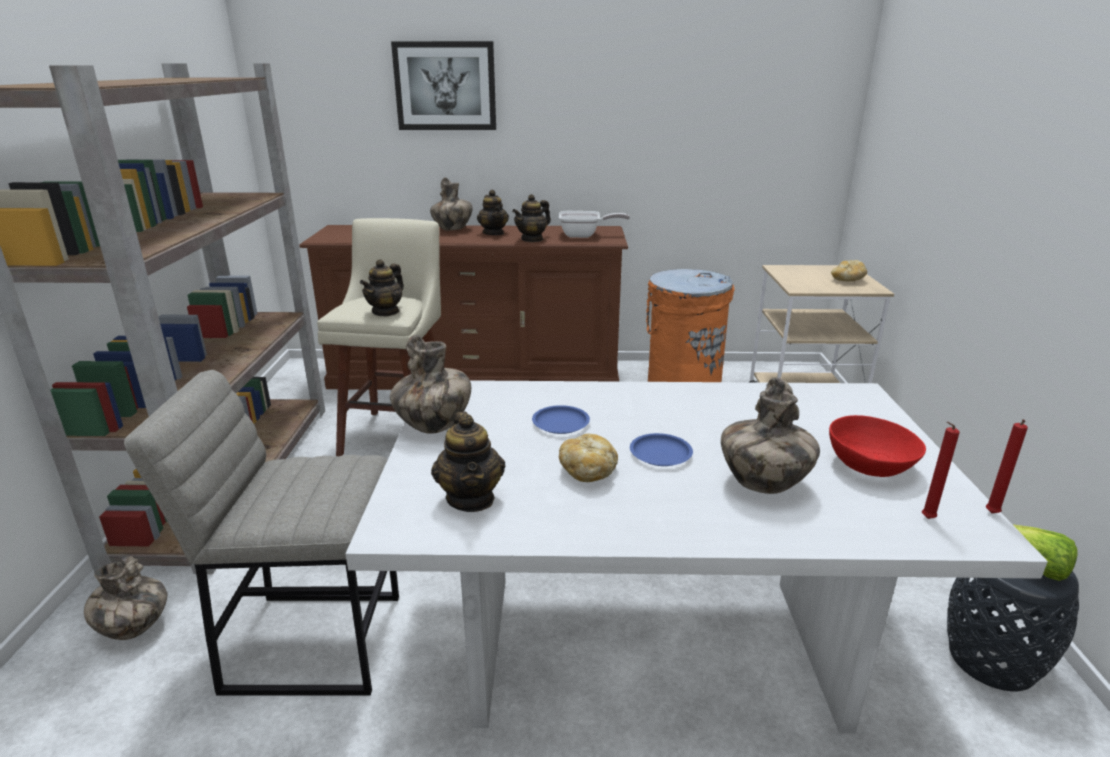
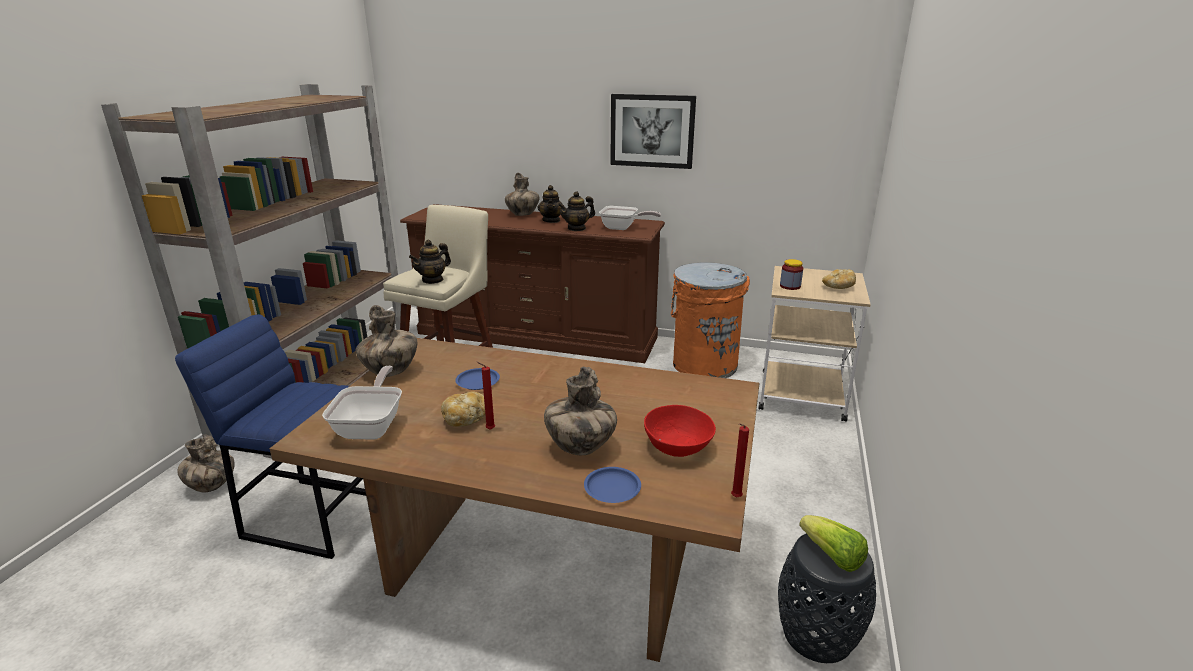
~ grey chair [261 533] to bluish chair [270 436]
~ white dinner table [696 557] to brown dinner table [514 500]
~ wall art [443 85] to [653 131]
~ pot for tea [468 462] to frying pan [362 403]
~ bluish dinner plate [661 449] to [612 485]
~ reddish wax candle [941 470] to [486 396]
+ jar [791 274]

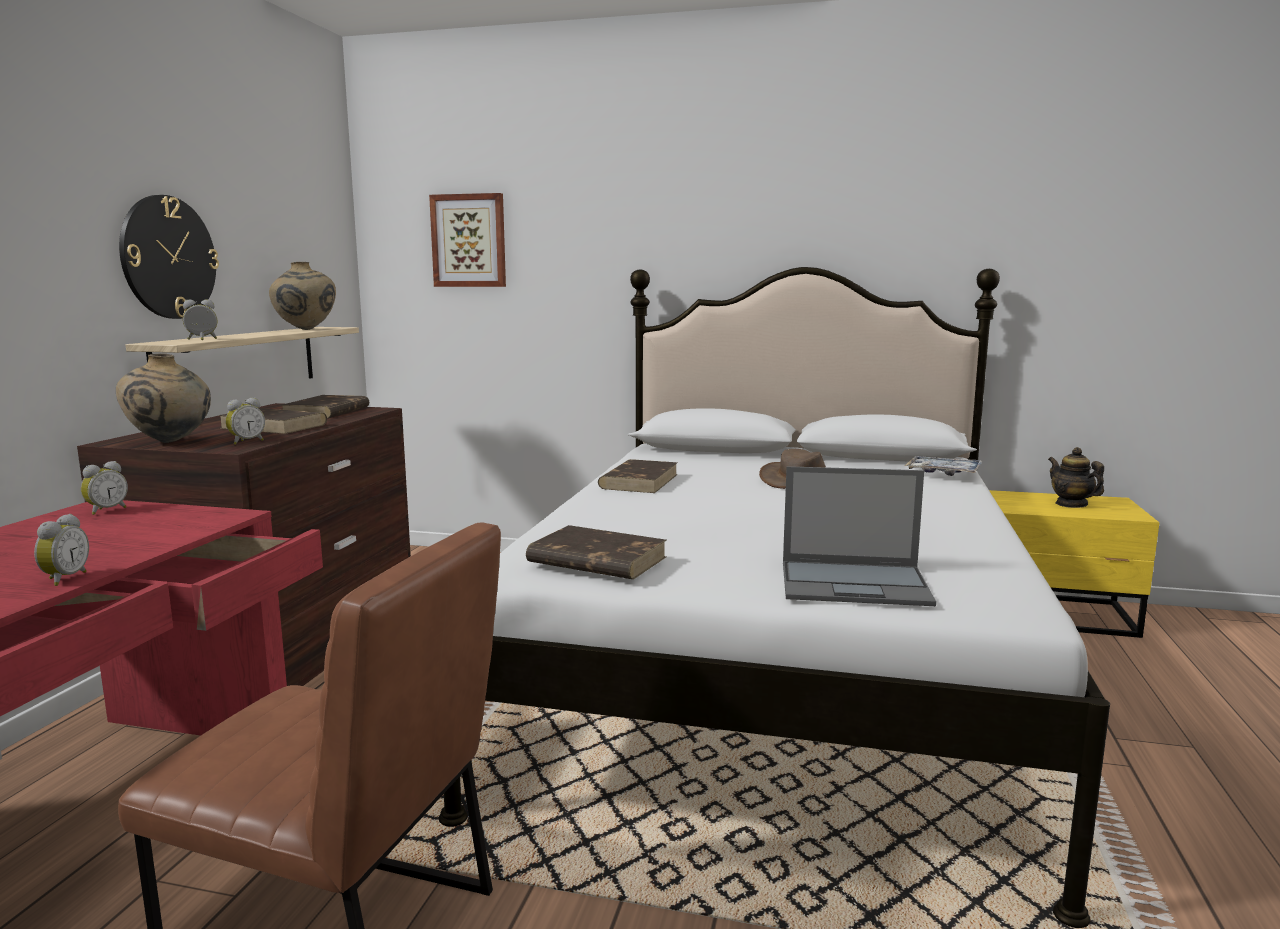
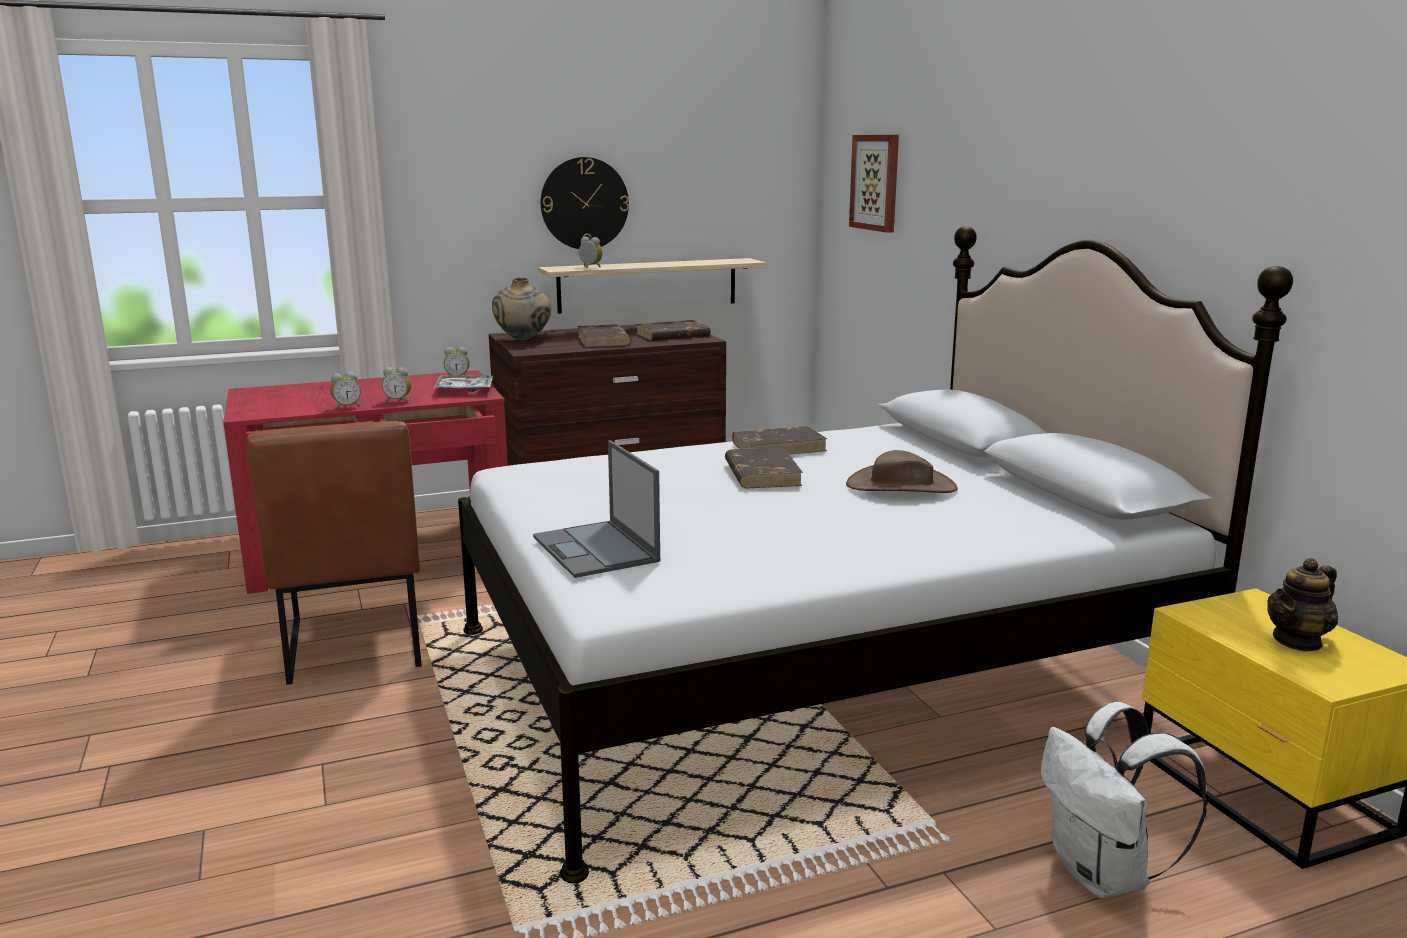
~ alarm clock [245 421] to [396 384]
- beige-coloured vase [302 296]
~ brown bound book [596 552] to [764 467]
~ tray [944 466] to [463 383]
~ pot for tea [1076 477] = [1302 605] 150 degrees counterclockwise
+ white backpack [1124 800]

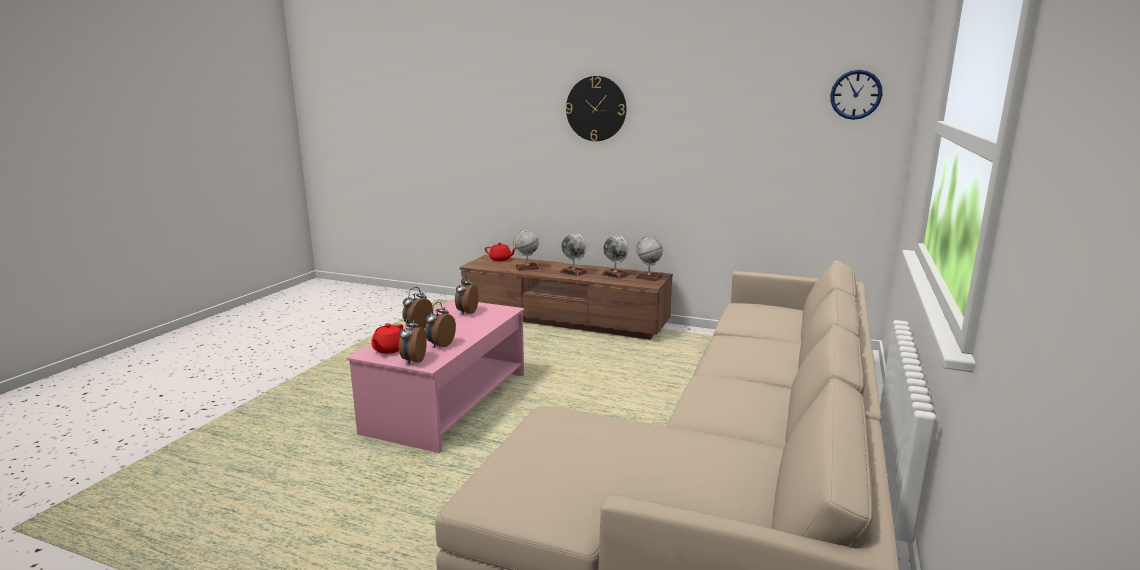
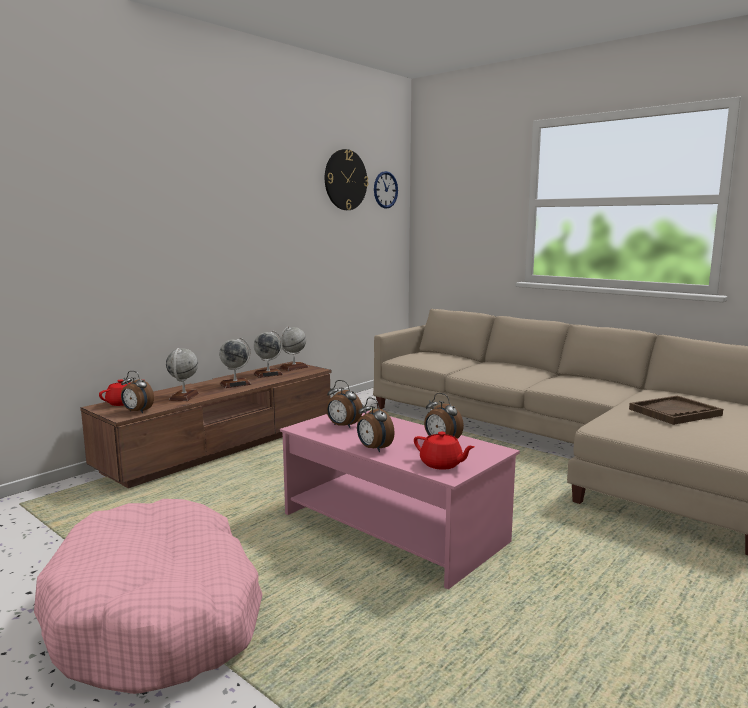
~ alarm clock [413 339] to [137 392]
~ wall clock [596 108] to [346 179]
+ pink dog bed [148 596]
+ brown tray [676 410]

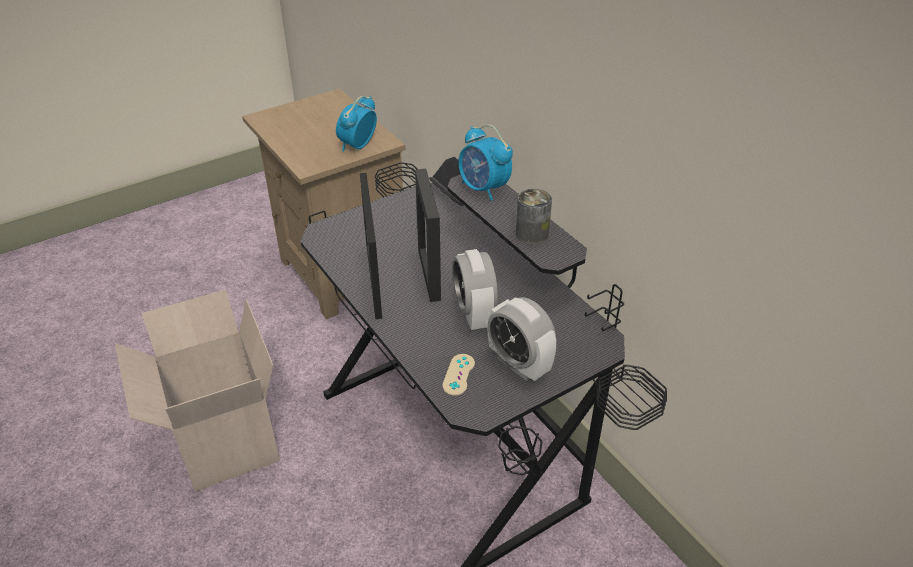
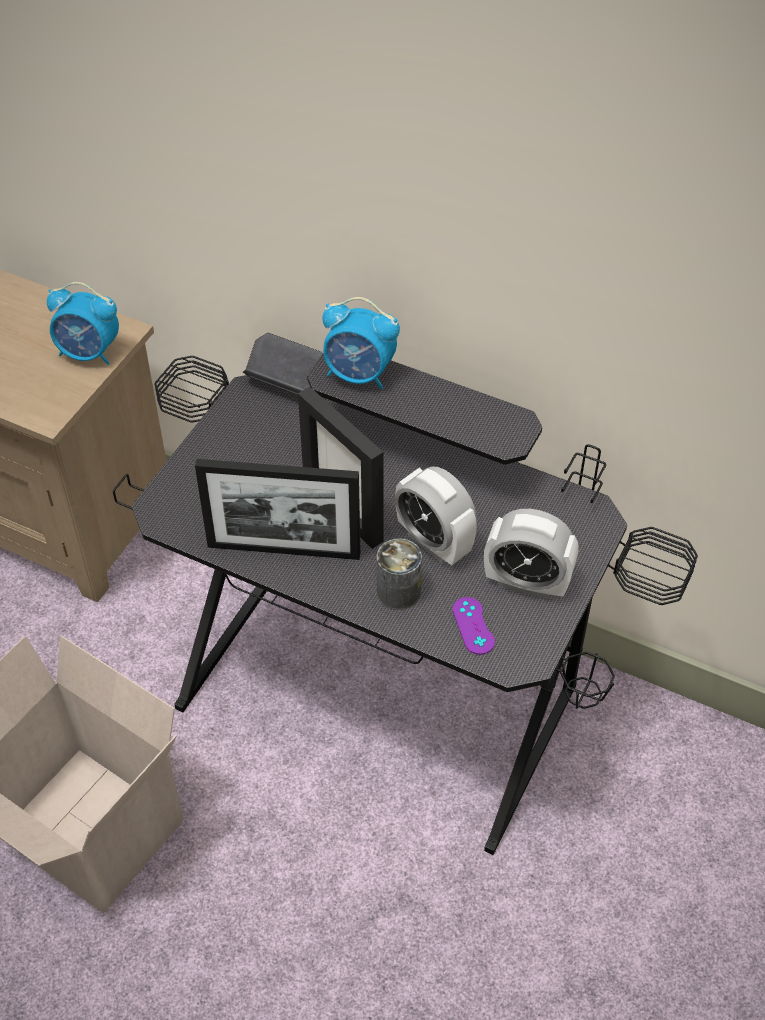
~ alarm clock [356 124] = [83 323] 75 degrees counterclockwise
~ picture frame [371 246] = [277 509] 45 degrees counterclockwise
~ beige-coloured joypad [458 375] to purple-coloured joypad [473 626]
~ sealed can [534 216] to [399 574]

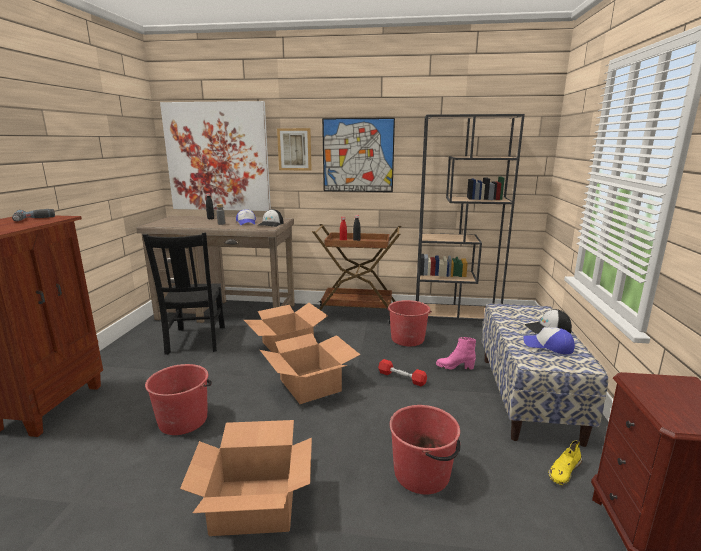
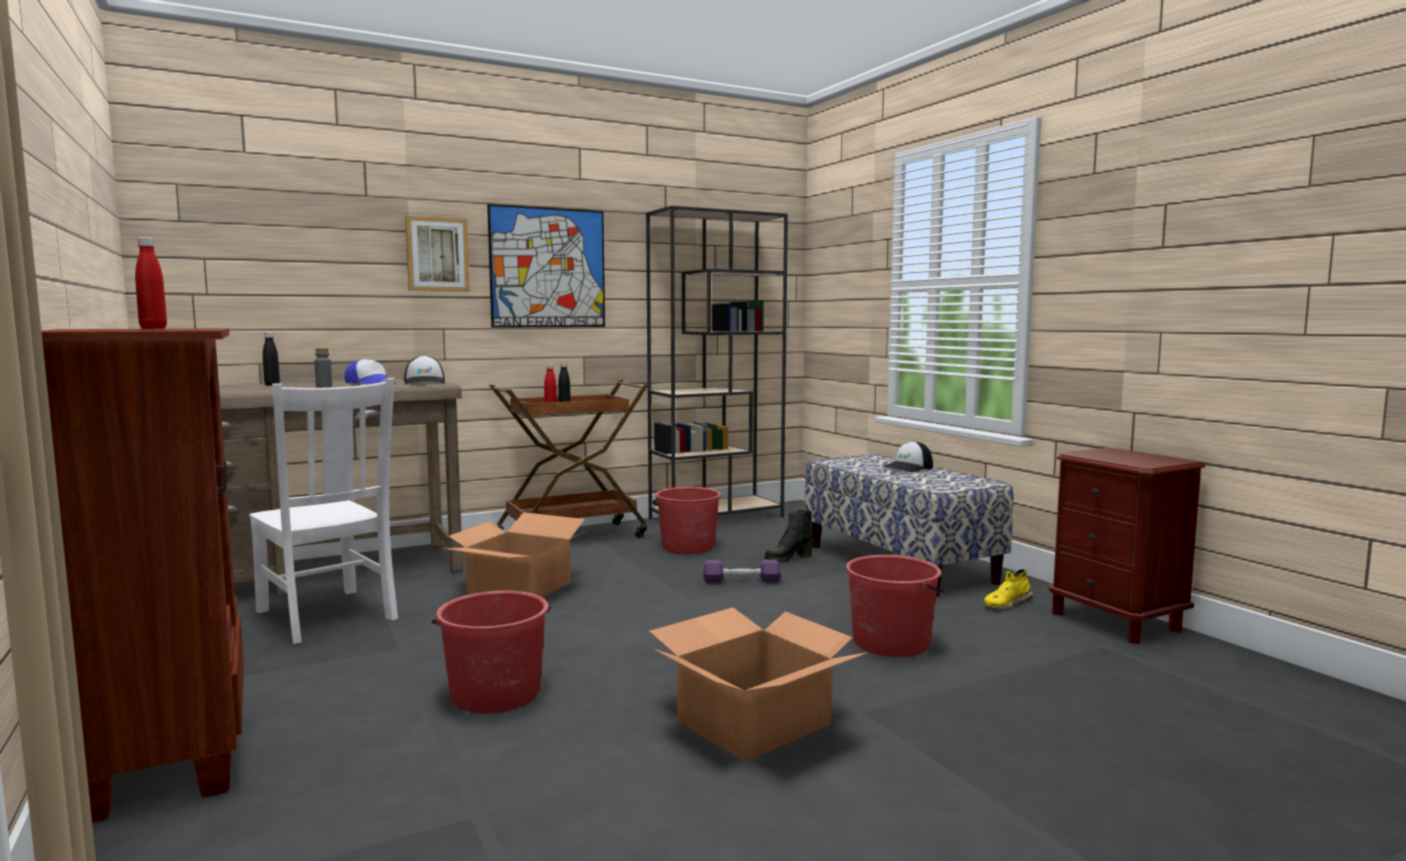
~ drill [33 215] to reddish bottle [151 283]
~ black-coloured chair [184 293] to white chair [323 511]
- wall art [215 156]
- cardboard box [310 368]
~ reddish dumbbell [402 372] to purple-coloured dumbbell [742 571]
~ pink high-top boot [456 353] to black-coloured high-top boot [789 536]
- cap [549 340]
~ yellowish shoe [565 462] = [1008 588] 45 degrees clockwise

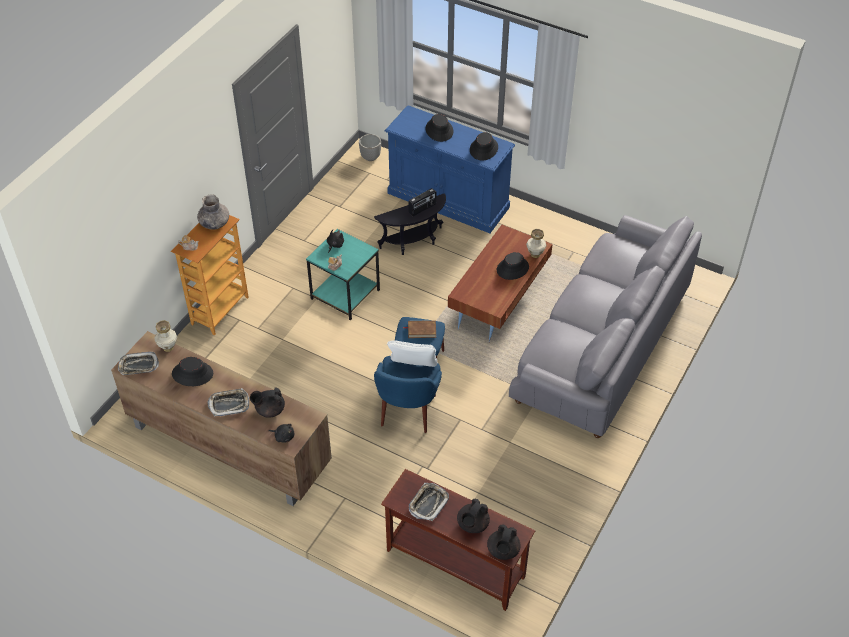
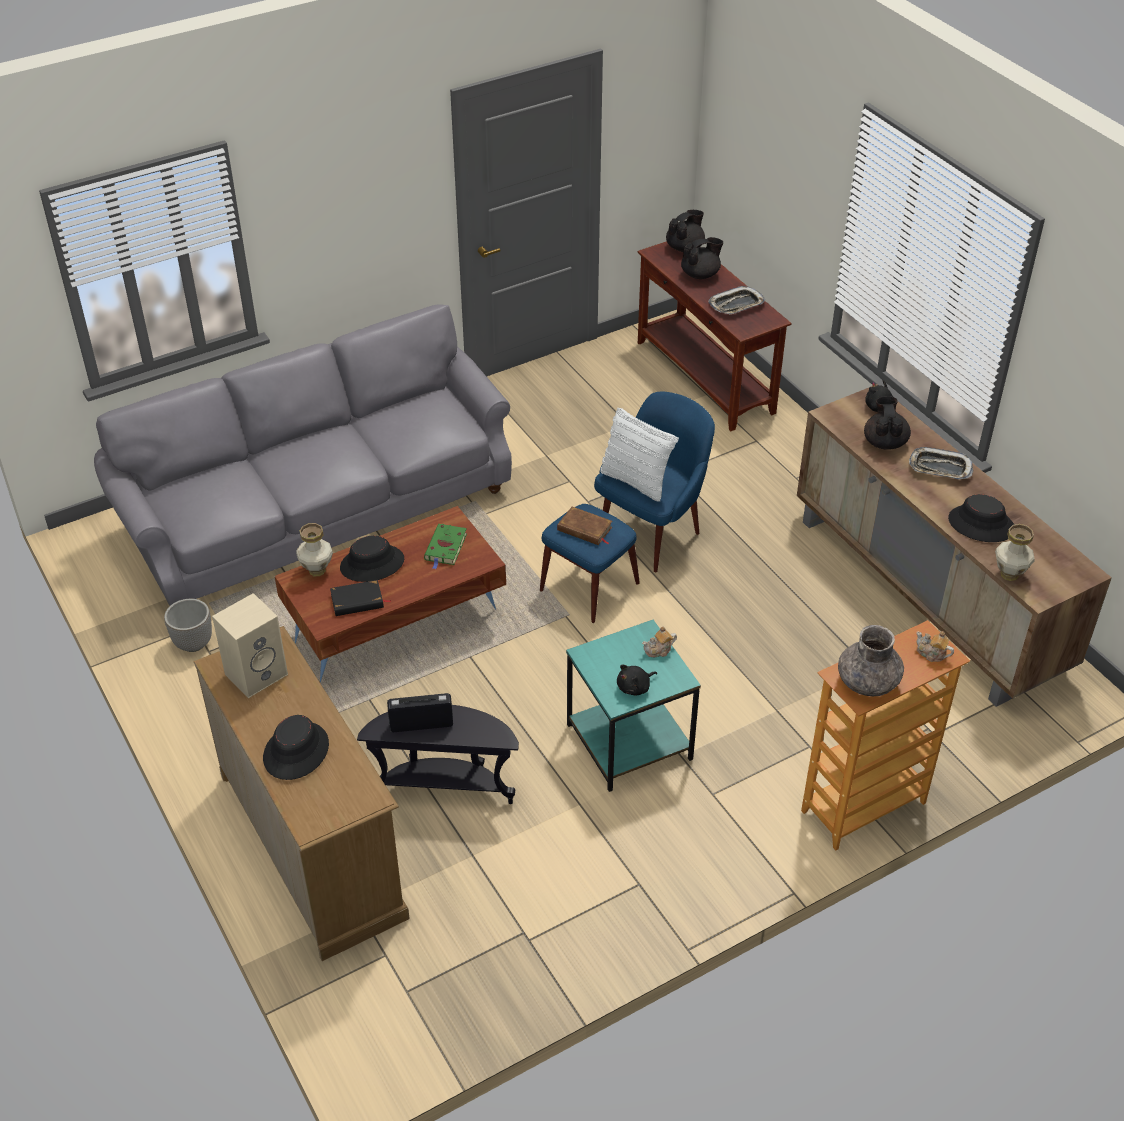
- tray [138 363]
~ black-coloured pot for tea [267 402] = [887 423] 105 degrees counterclockwise
~ plant pot [370 147] to [188 625]
~ bluish cabinet [450 169] to brown cabinet [301 793]
~ black-coloured wearable hat [484 146] to beige-coloured speaker [250 645]
+ black-coloured bound book [360 598]
+ green-coloured bound book [445 546]

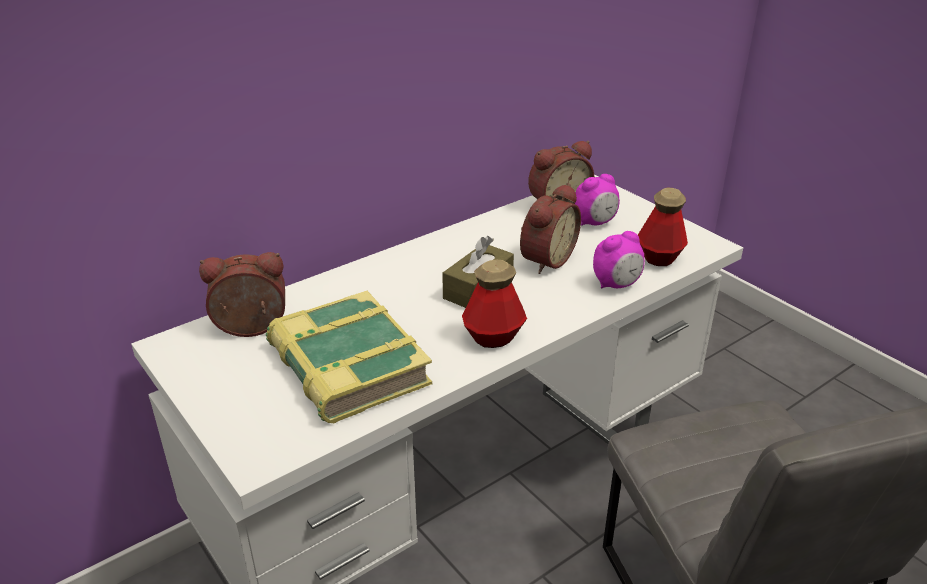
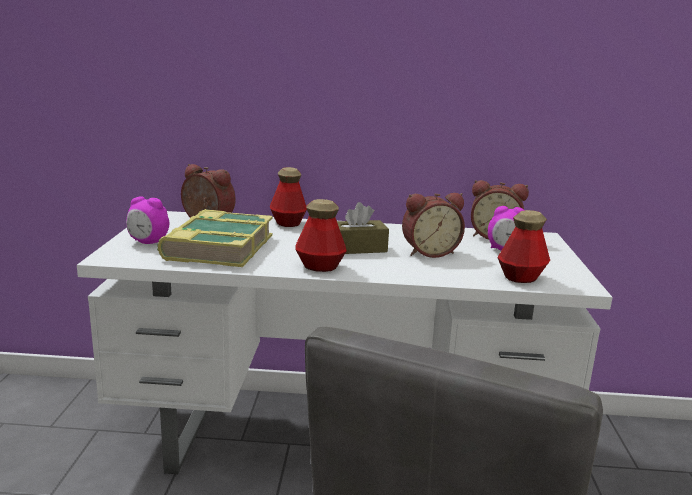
~ alarm clock [619 260] to [147 220]
+ bottle [288 197]

